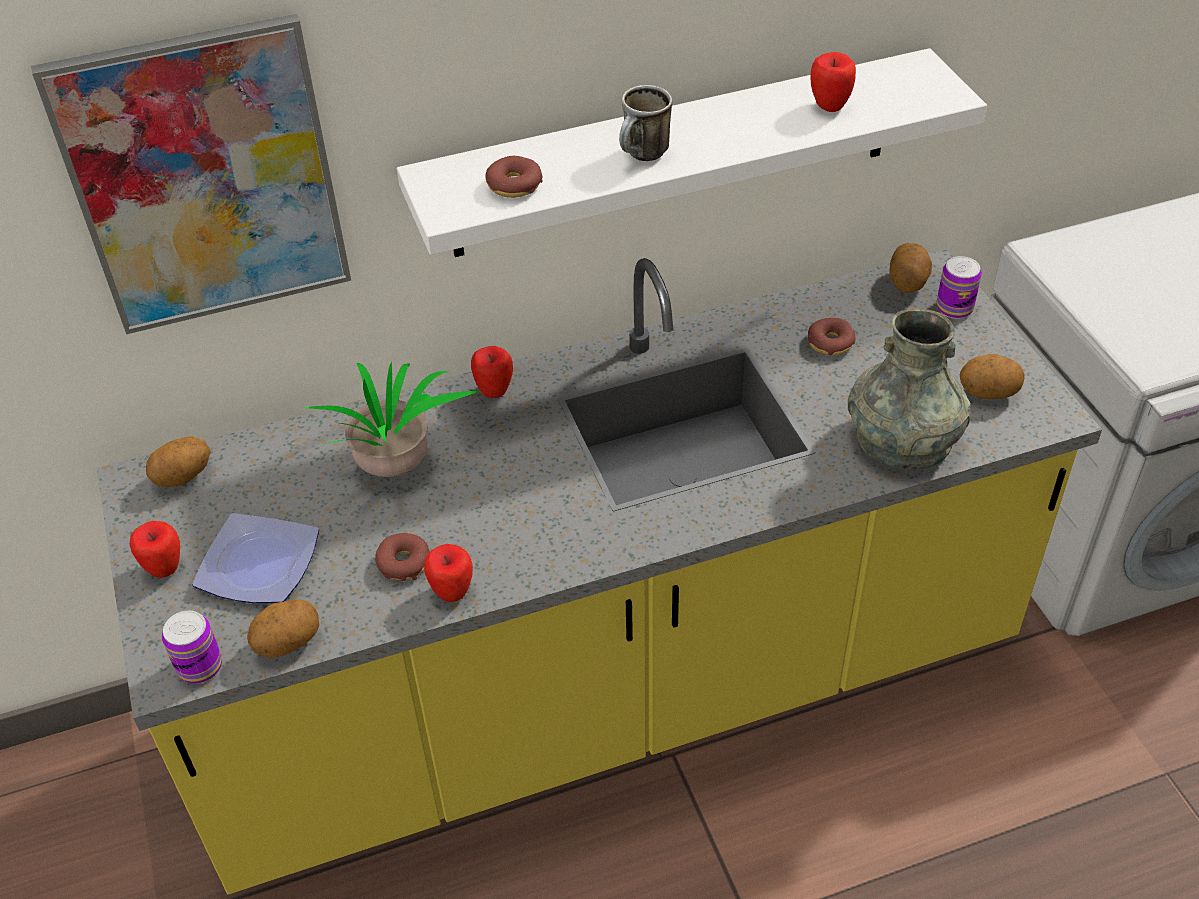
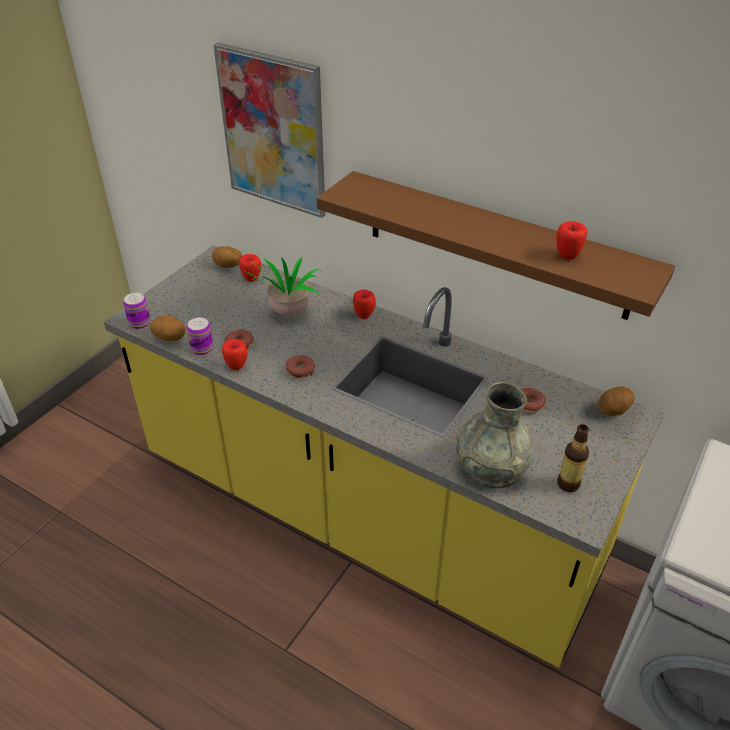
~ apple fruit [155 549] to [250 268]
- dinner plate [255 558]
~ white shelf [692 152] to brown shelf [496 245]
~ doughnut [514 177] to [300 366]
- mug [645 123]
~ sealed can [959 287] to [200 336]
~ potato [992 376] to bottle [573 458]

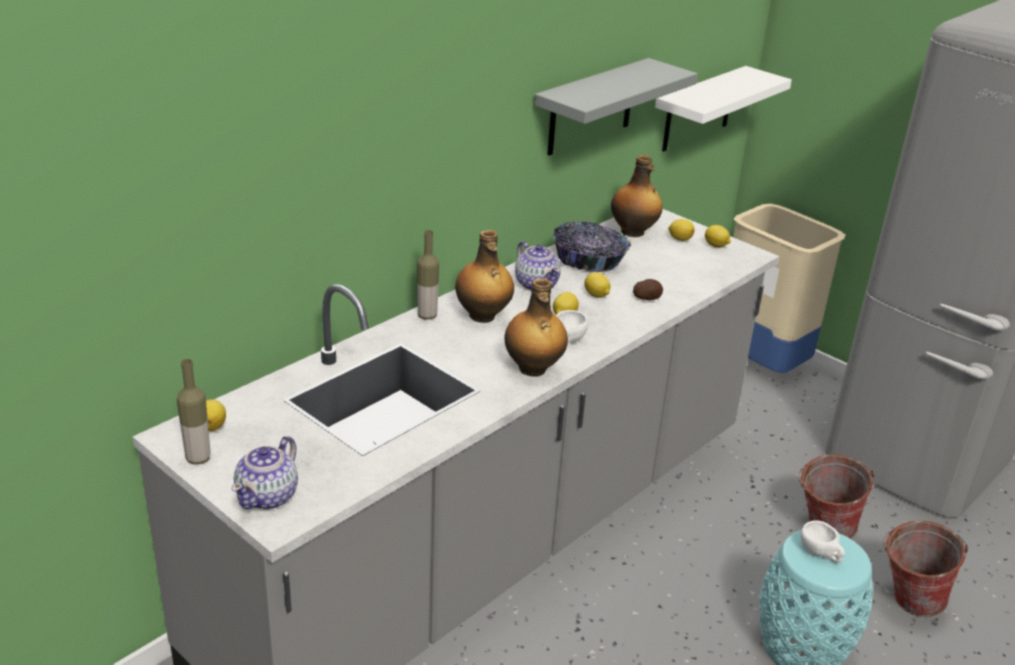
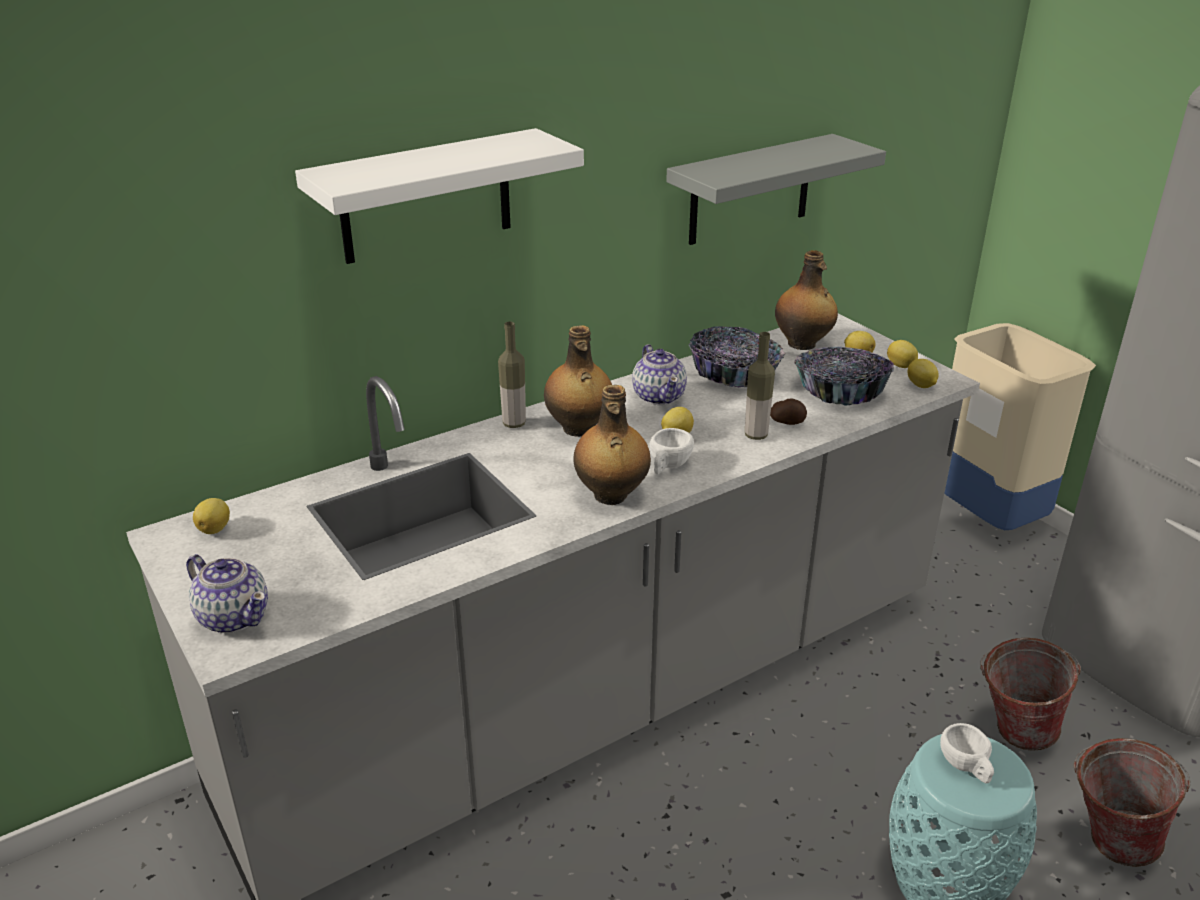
~ bottle [193 412] to [760 386]
~ pot for tea [265 473] = [227 593] 90 degrees counterclockwise
~ lemon [597 285] to [923 373]
~ white shelf [723 109] to [439 196]
+ deep dish [844 376]

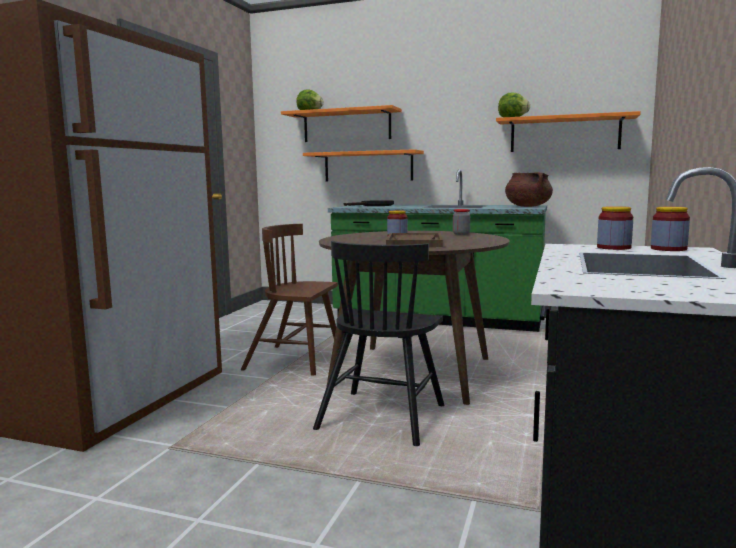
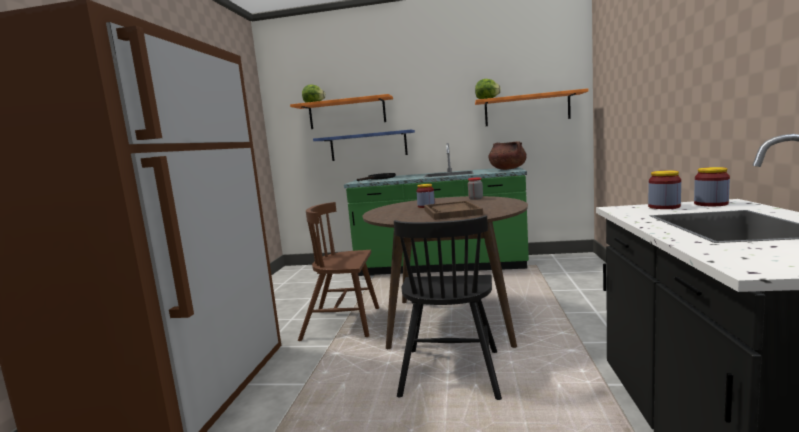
~ orangey shelf [363 165] to bluish shelf [364 145]

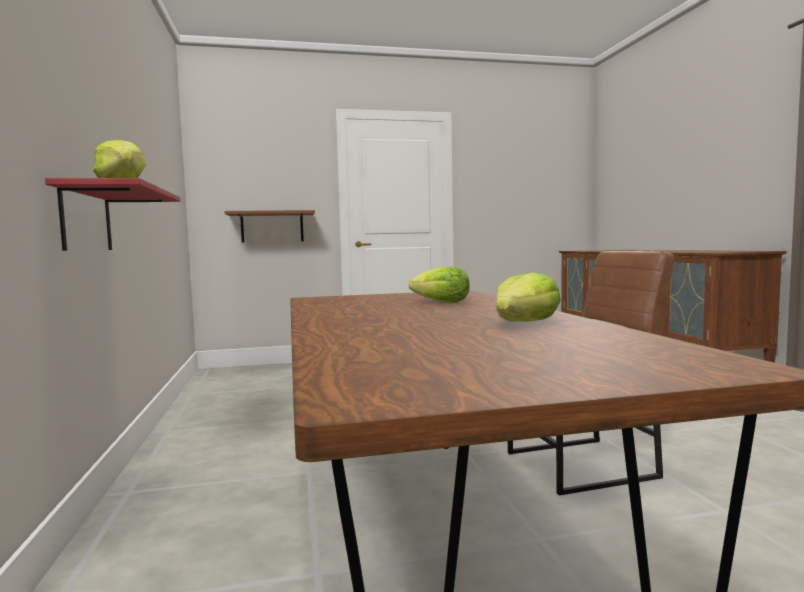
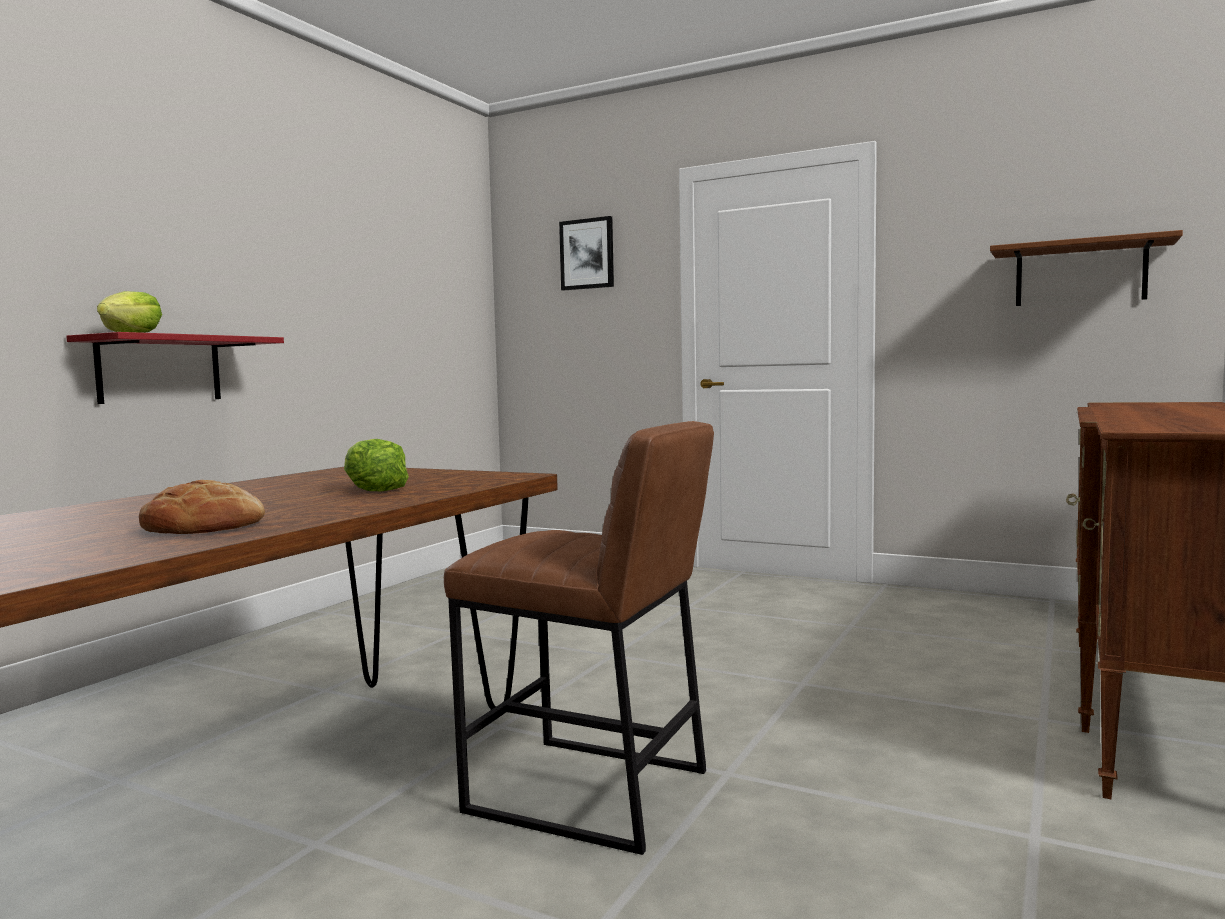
~ brown shelf [270 226] to [1086 268]
~ lettuce [528 297] to bread [202 507]
+ wall art [586 253]

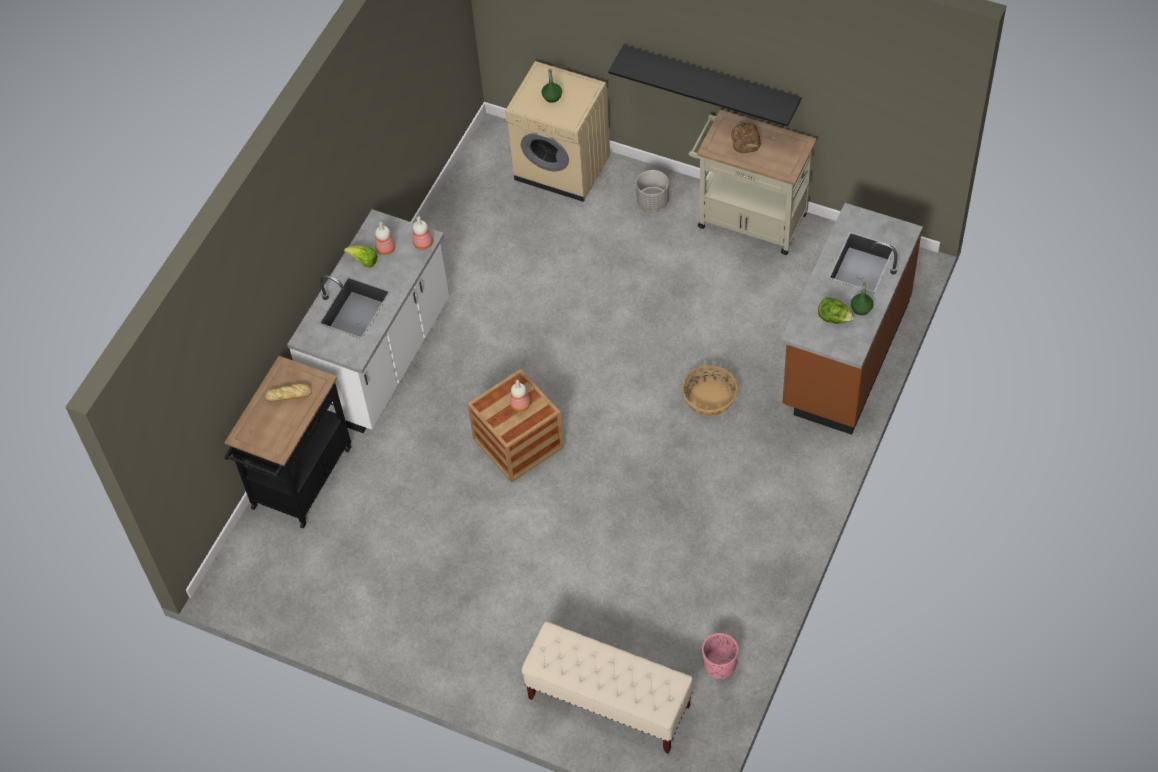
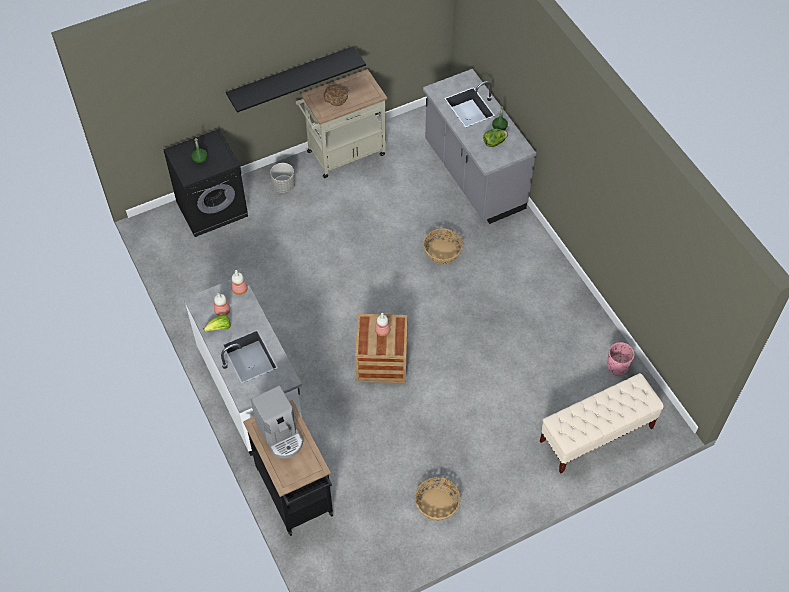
~ bread [288 392] to coffee machine [277 421]
~ beige-coloured laundry appliance [557 131] to black-coloured laundry appliance [206 183]
~ brown kitchen base unit [852 319] to grey kitchen base unit [479 146]
+ storage basket [438 499]

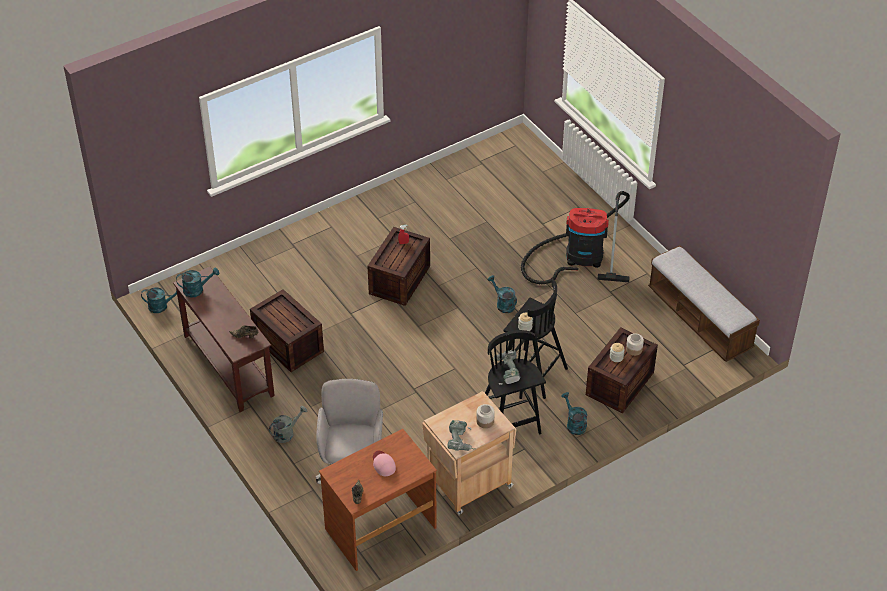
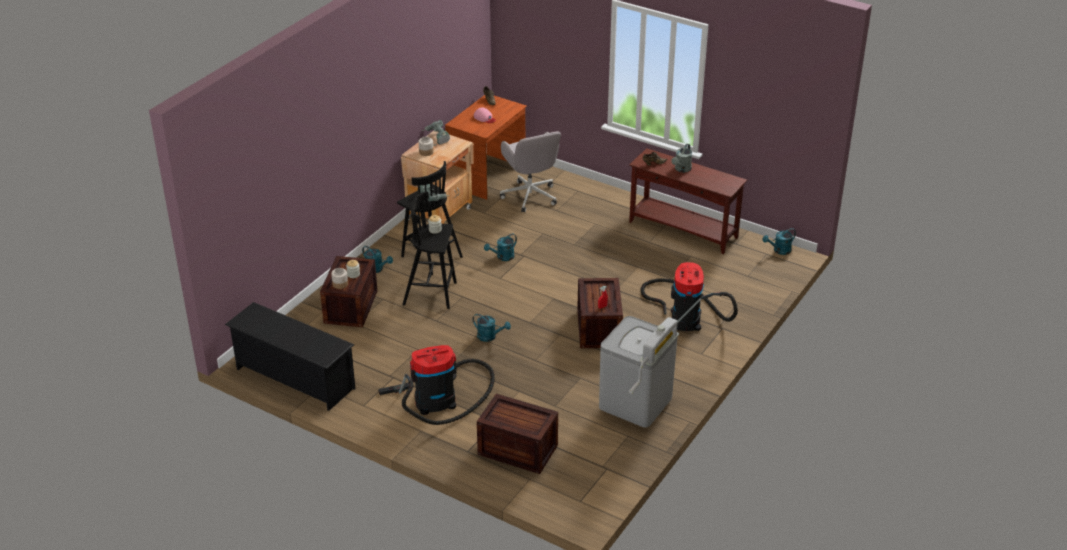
~ turquoise-coloured sprinkling can [197 283] to [500 247]
~ crate [287 330] to [517 434]
~ grey sprinkling can [288 424] to [681 158]
~ indoor bench [704 303] to black-coloured shoe rack [290 356]
+ grey laundry appliance [639 372]
+ vacuum [689 296]

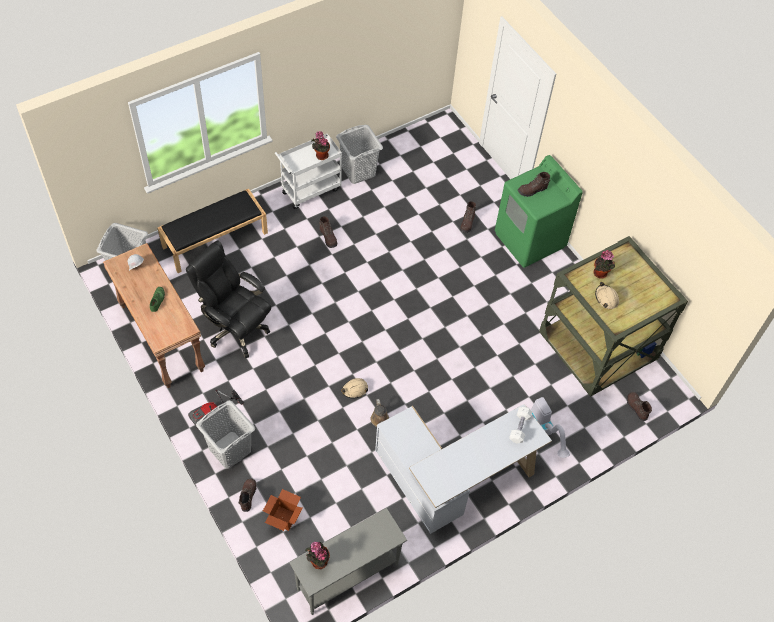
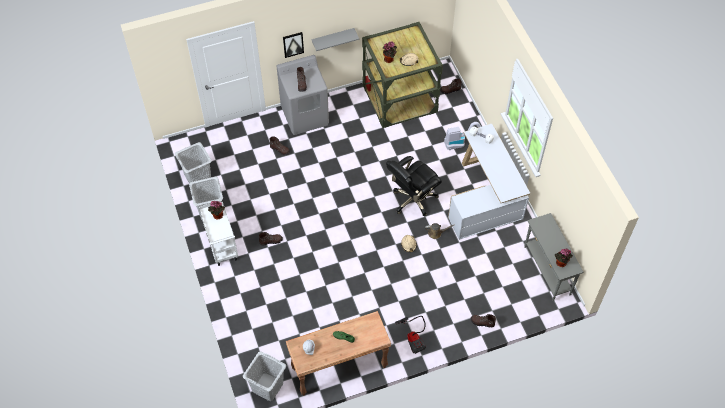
- black-coloured indoor bench [212 231]
~ black-coloured office chair [228 299] to [414 186]
~ grey washing basket [225 434] to [193 162]
- cardboard box [283 510]
~ green-coloured laundry appliance [539 211] to grey laundry appliance [303 95]
+ wall art [293 45]
+ grey shelf [335 39]

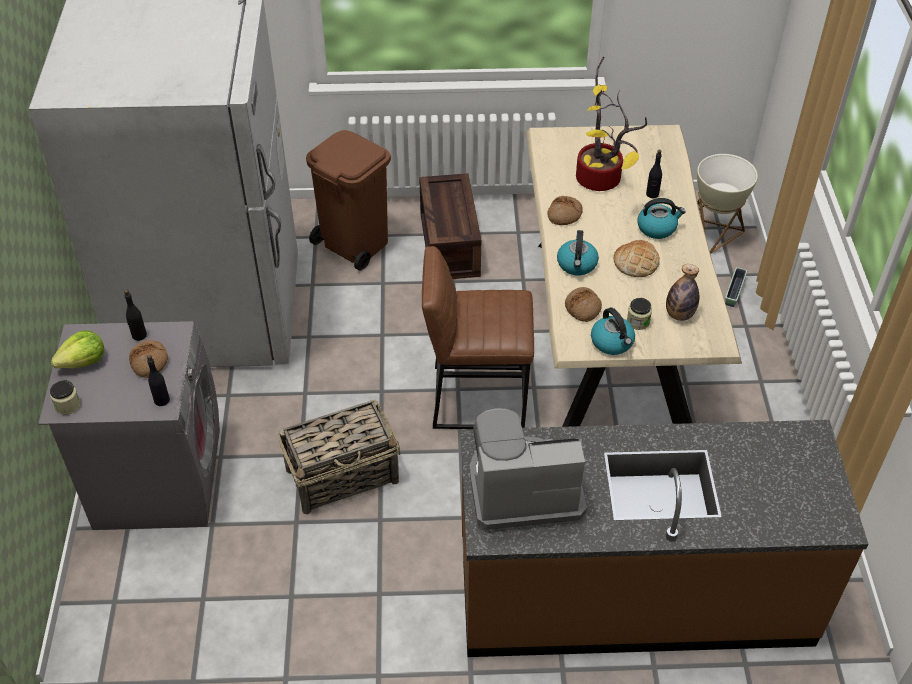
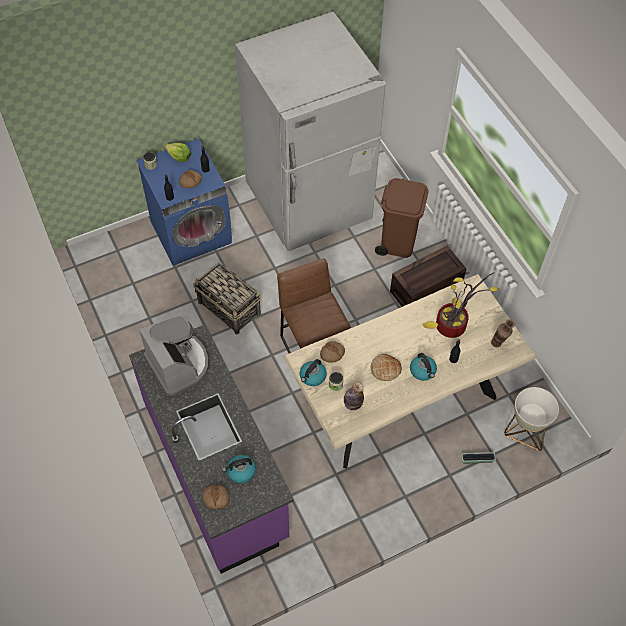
~ grey laundry appliance [129 425] to bluish laundry appliance [184 202]
~ brown kitchen base unit [664 538] to purple-coloured kitchen base unit [211 449]
~ bread [565 210] to [216 497]
~ kettle [578 252] to [239 469]
+ vase [503 333]

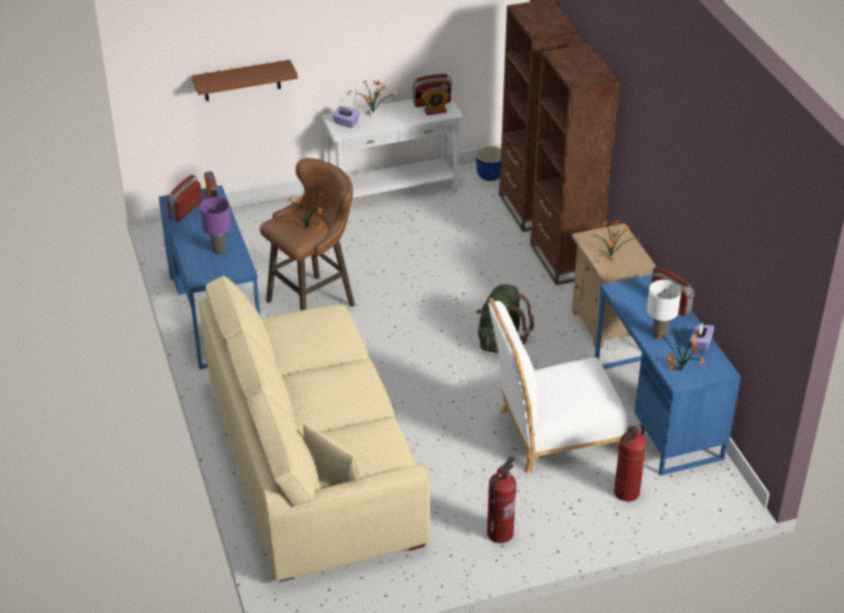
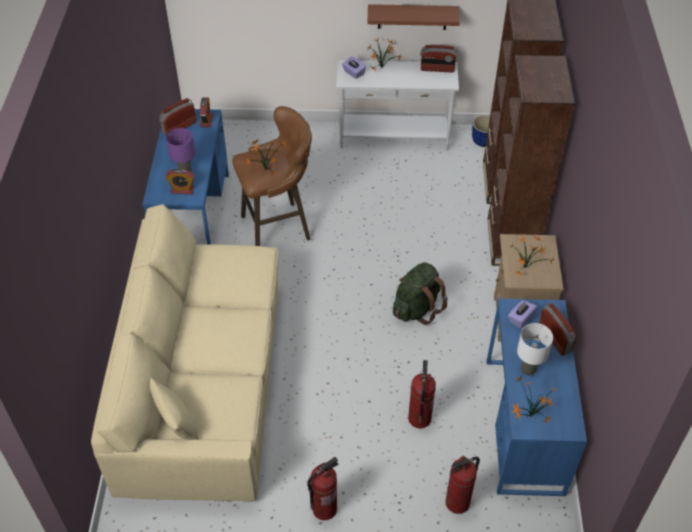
~ brown shelf [245 80] to [413 17]
~ alarm clock [436 101] to [180 182]
~ white chair [557 385] to fire extinguisher [422 394]
~ purple-coloured tissue box [702 338] to [522 314]

